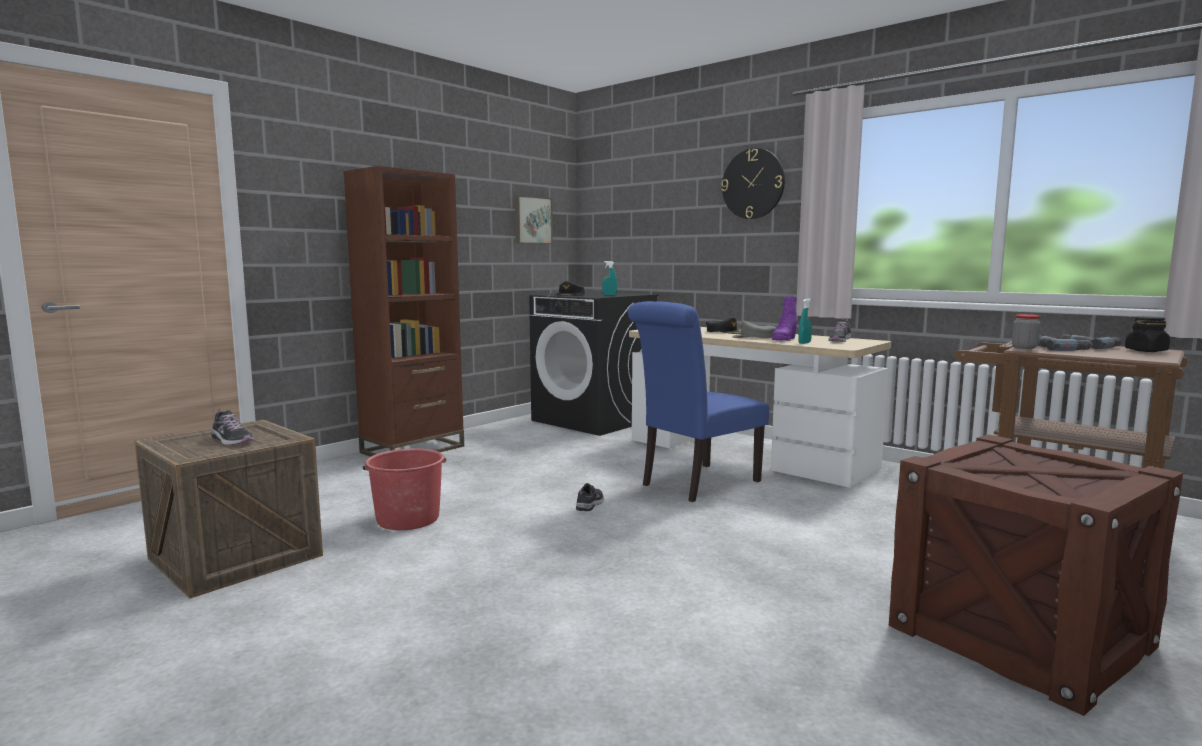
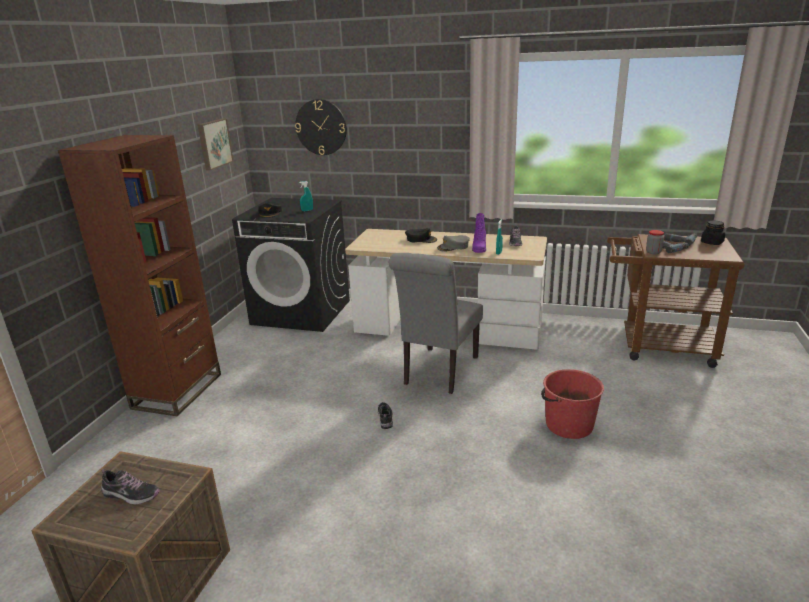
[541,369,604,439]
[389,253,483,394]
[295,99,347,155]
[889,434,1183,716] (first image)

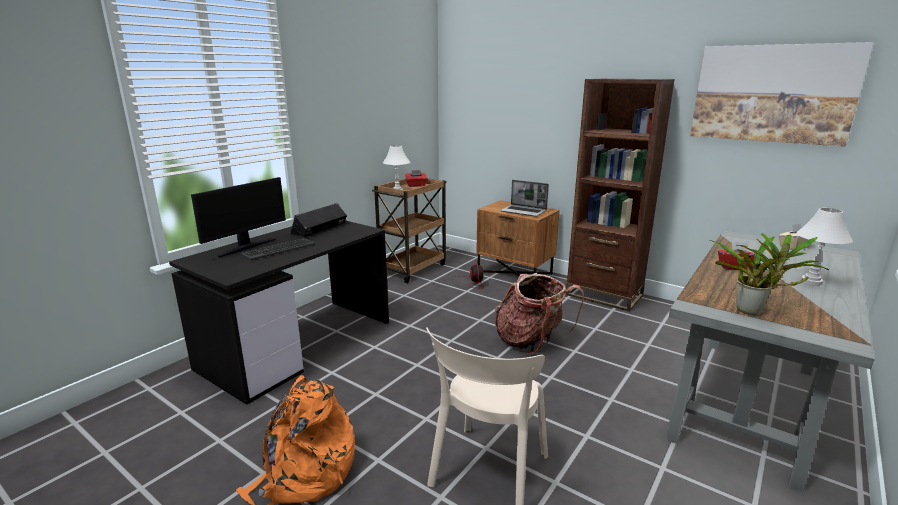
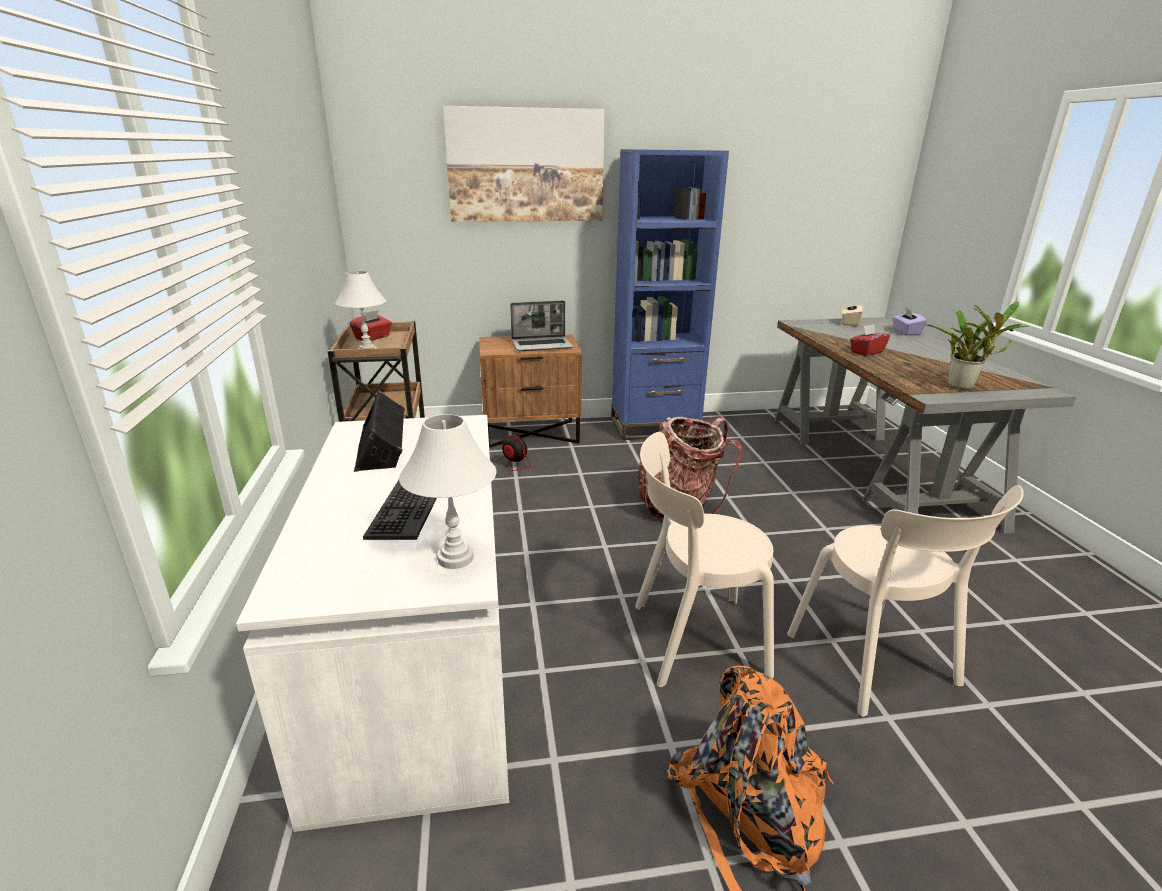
[236,415,509,832]
[191,177,286,257] (first image)
[611,149,729,440]
[443,106,605,222]
[399,414,496,569]
[635,432,774,687]
[892,307,927,336]

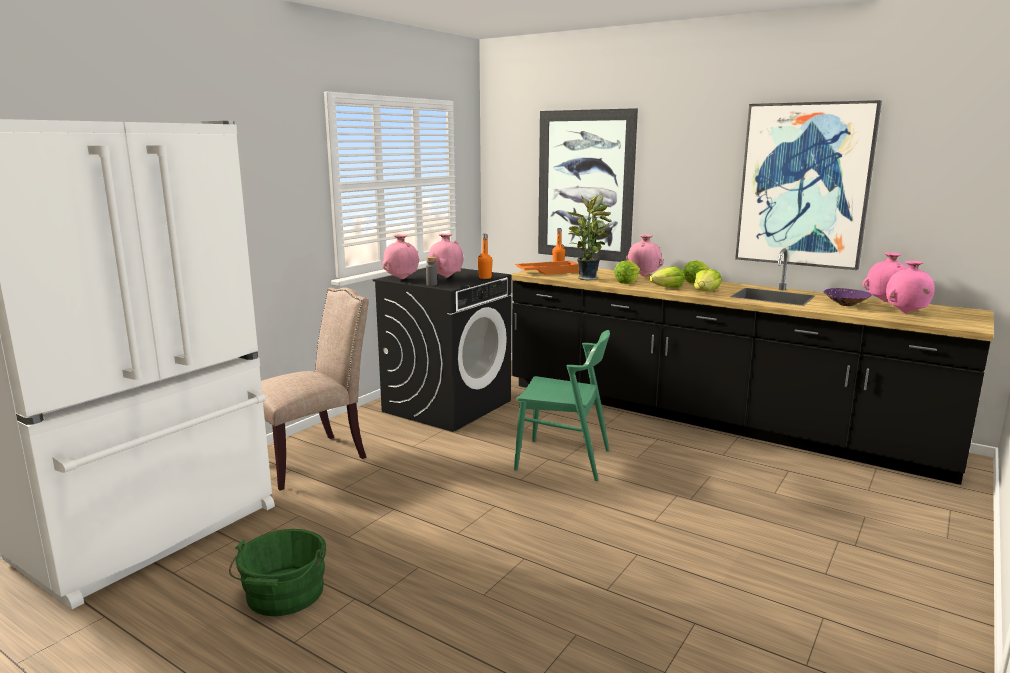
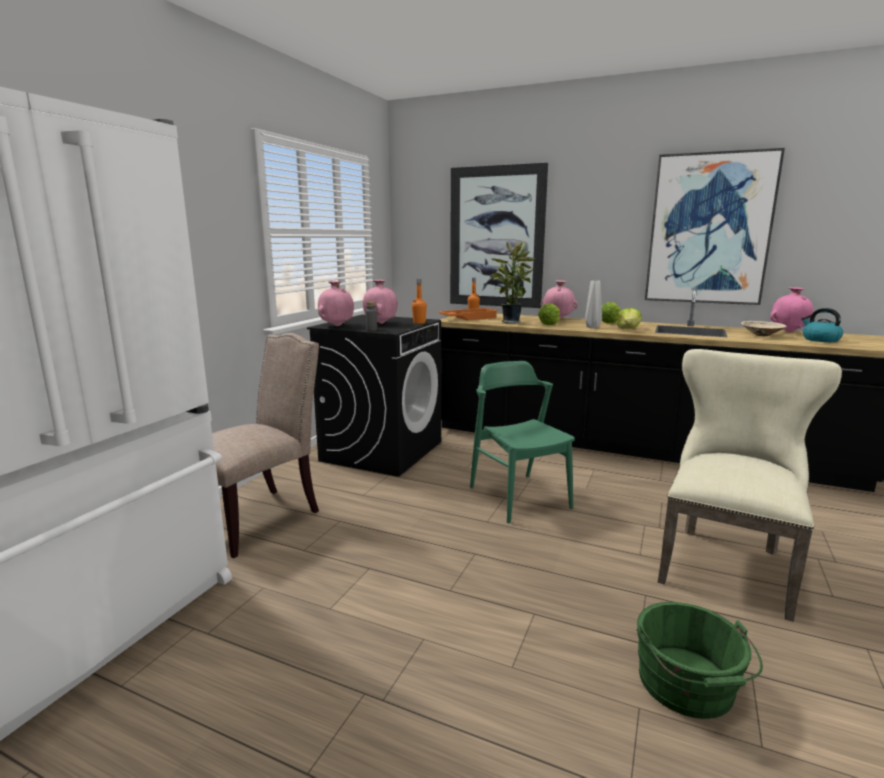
[637,602,763,719]
[470,361,575,523]
[585,280,602,328]
[741,321,787,336]
[802,308,843,342]
[658,349,842,622]

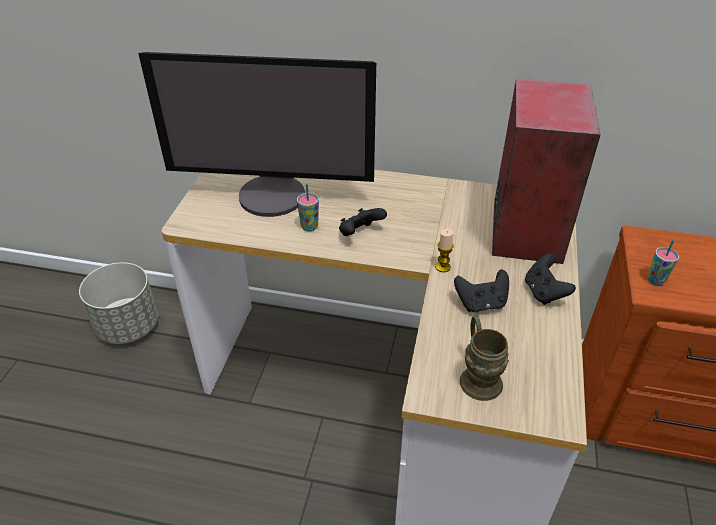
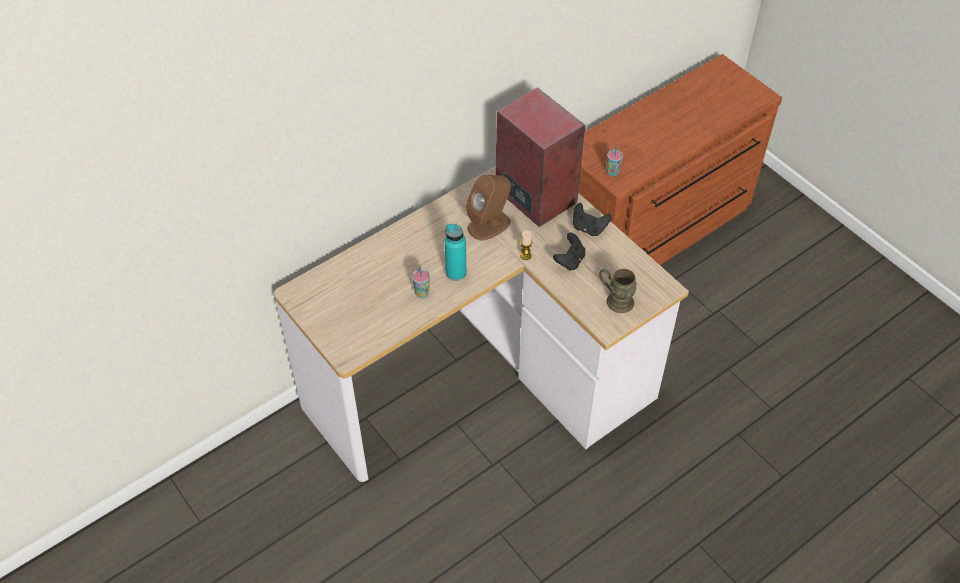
[79,262,158,344] (first image)
[138,52,376,217] (first image)
[445,224,467,281]
[466,175,511,241]

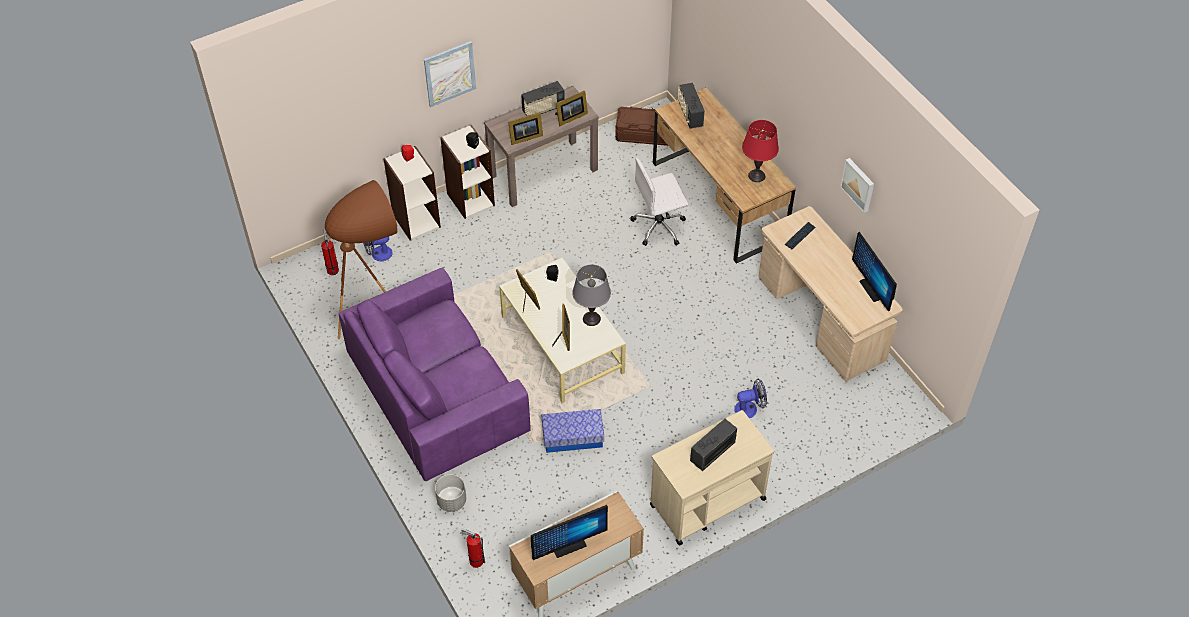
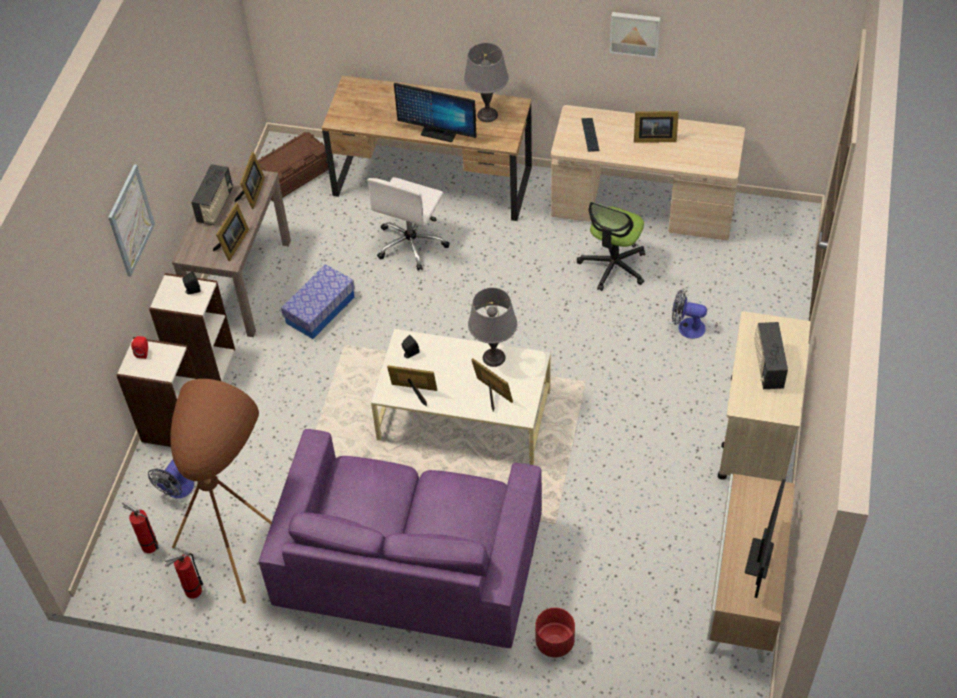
[535,608,575,657]
[165,553,203,599]
[281,264,355,339]
[678,83,705,129] (first image)
[672,290,707,339]
[464,43,509,122]
[394,83,476,142]
[577,202,645,291]
[634,111,679,143]

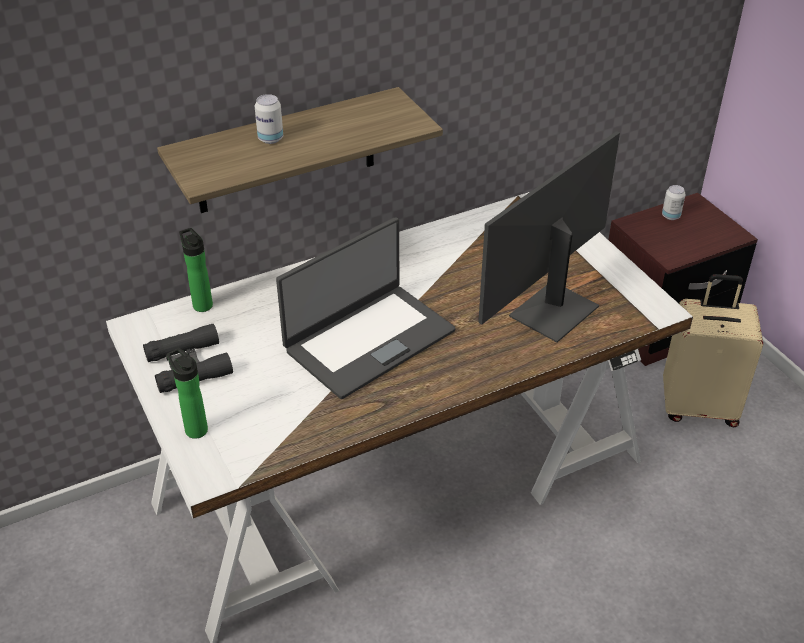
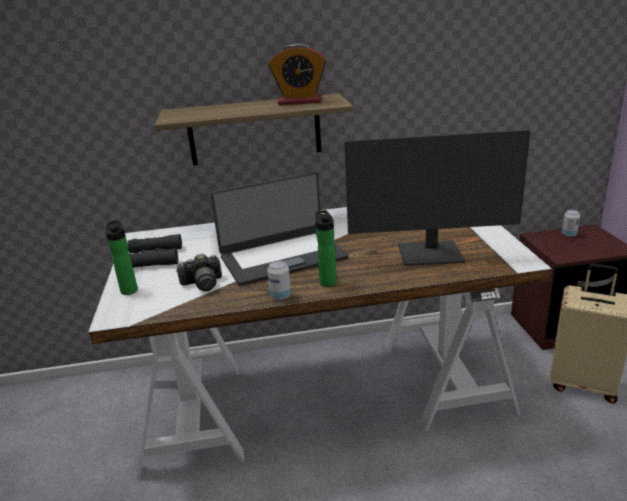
[315,210,337,287]
[267,260,291,300]
[344,129,531,266]
[176,253,222,291]
[269,43,326,105]

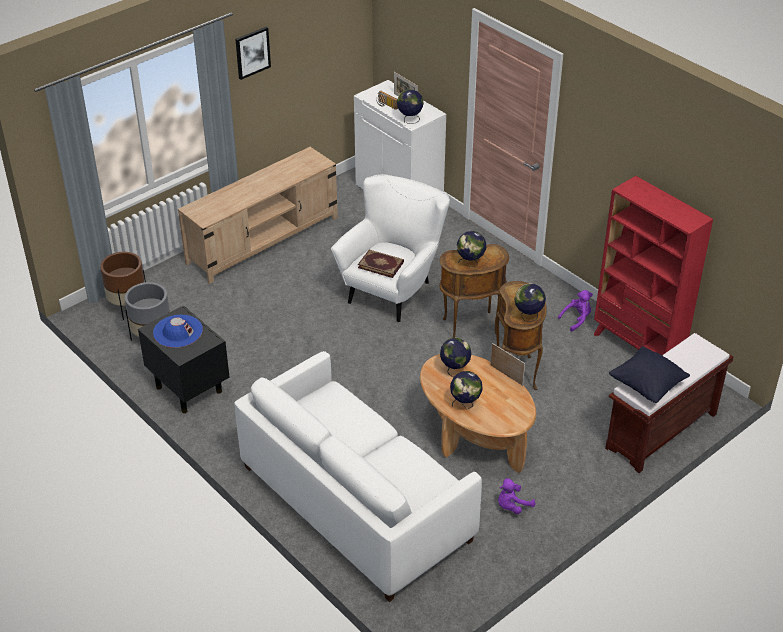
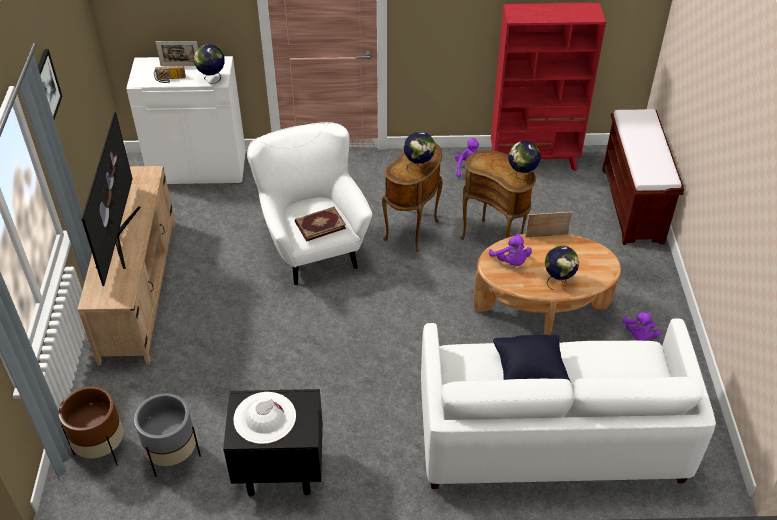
[233,392,296,444]
[489,234,532,266]
[493,335,571,382]
[82,112,141,286]

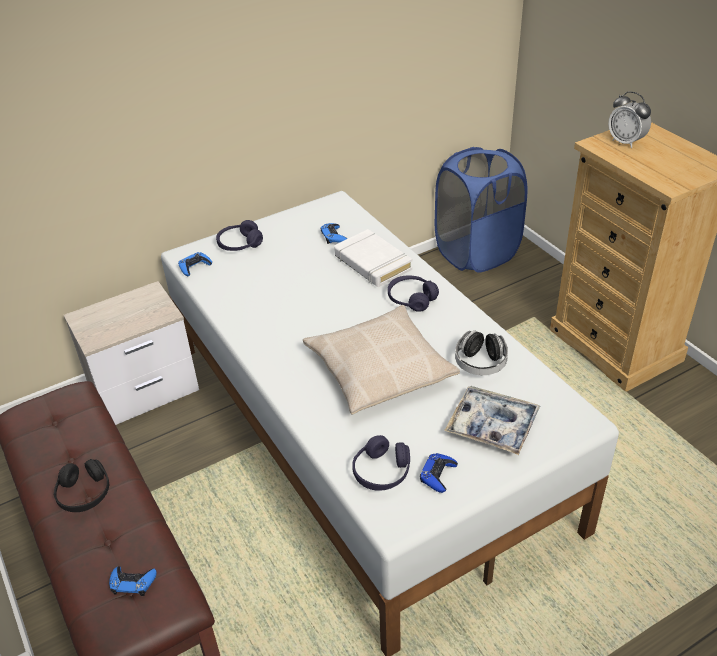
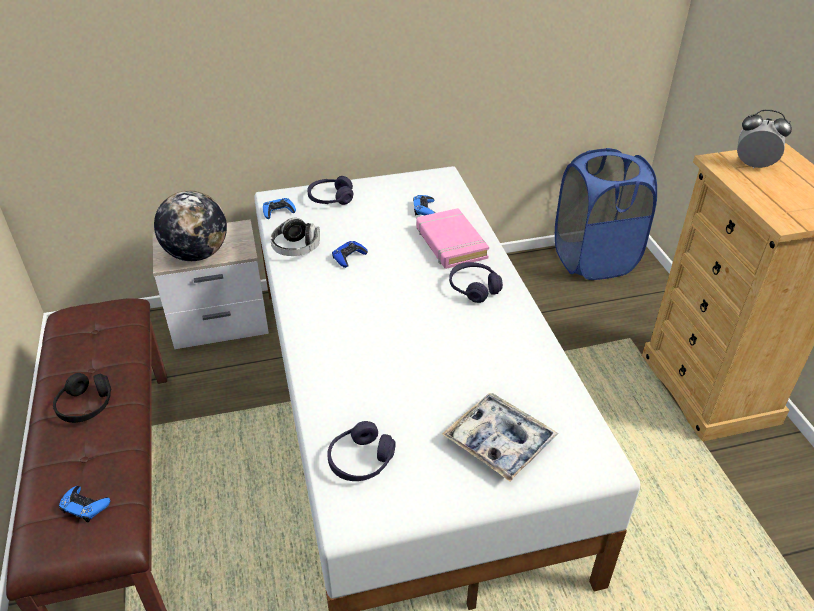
[303,305,460,414] (first image)
[416,208,489,269]
[332,241,368,268]
[270,218,320,256]
[737,110,792,169]
[154,191,227,261]

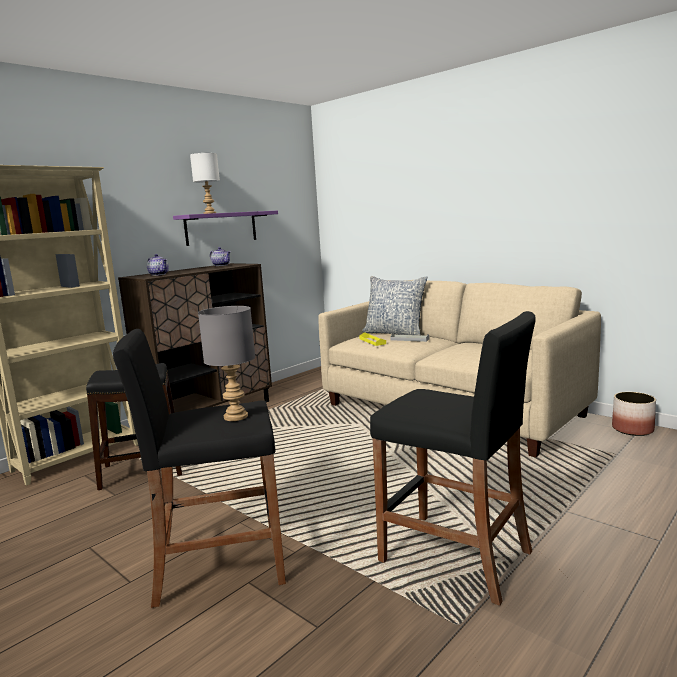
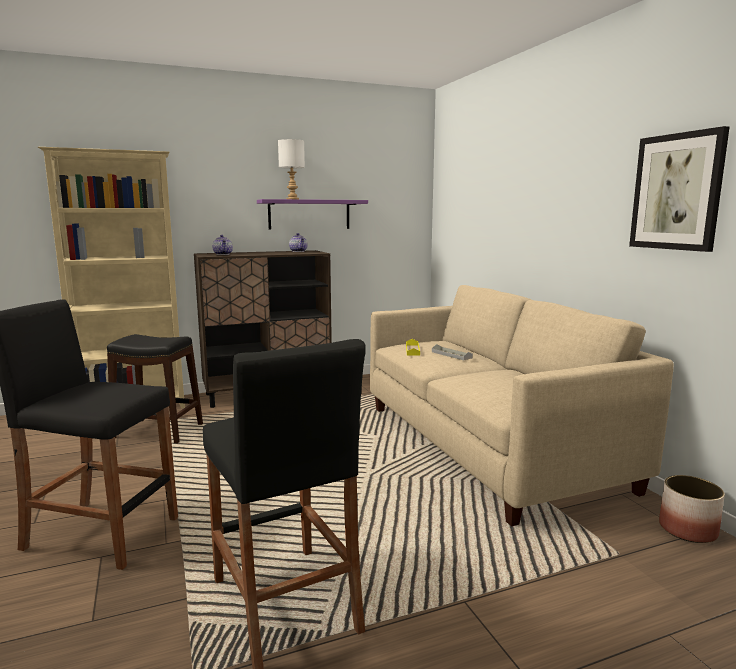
[198,306,255,421] (first image)
[362,276,428,335] (first image)
[629,126,730,252]

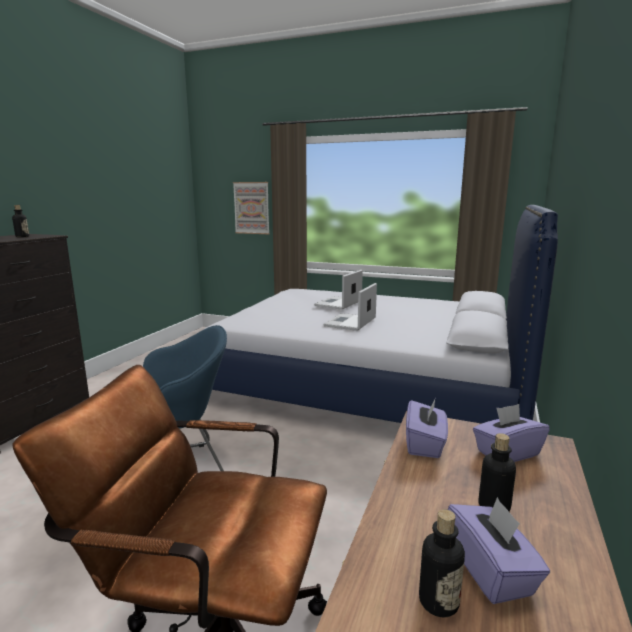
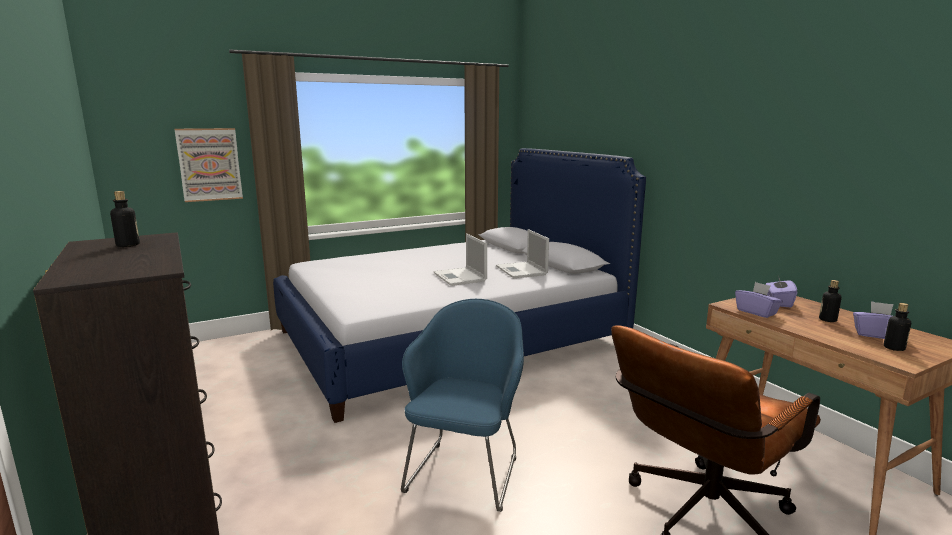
[496,229,549,278]

